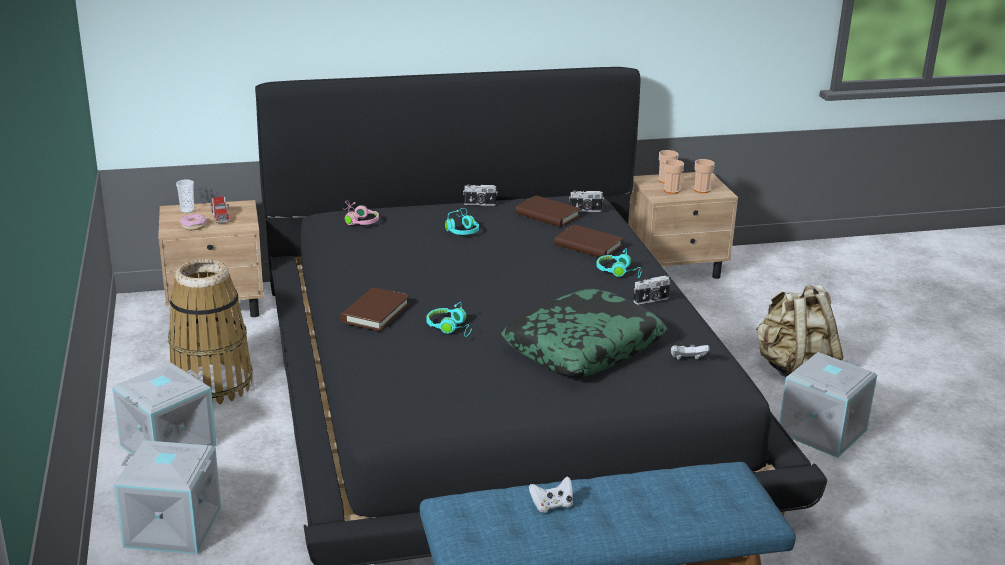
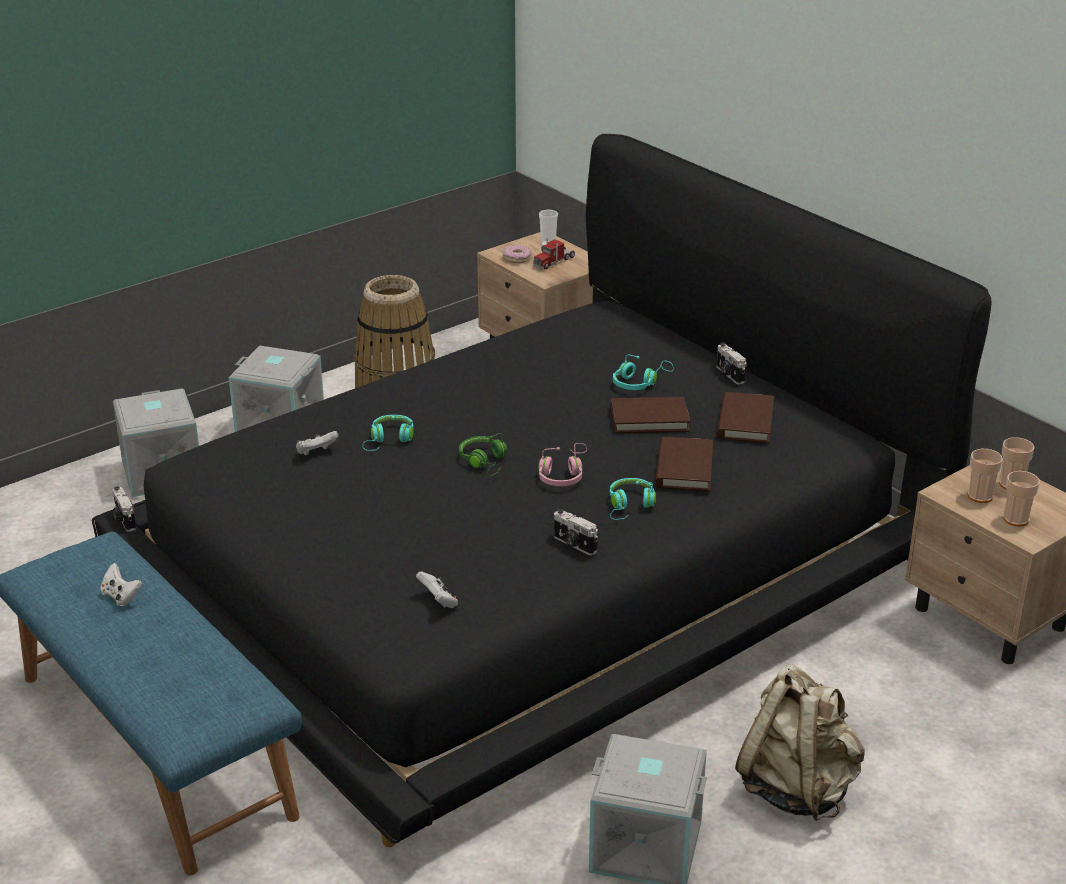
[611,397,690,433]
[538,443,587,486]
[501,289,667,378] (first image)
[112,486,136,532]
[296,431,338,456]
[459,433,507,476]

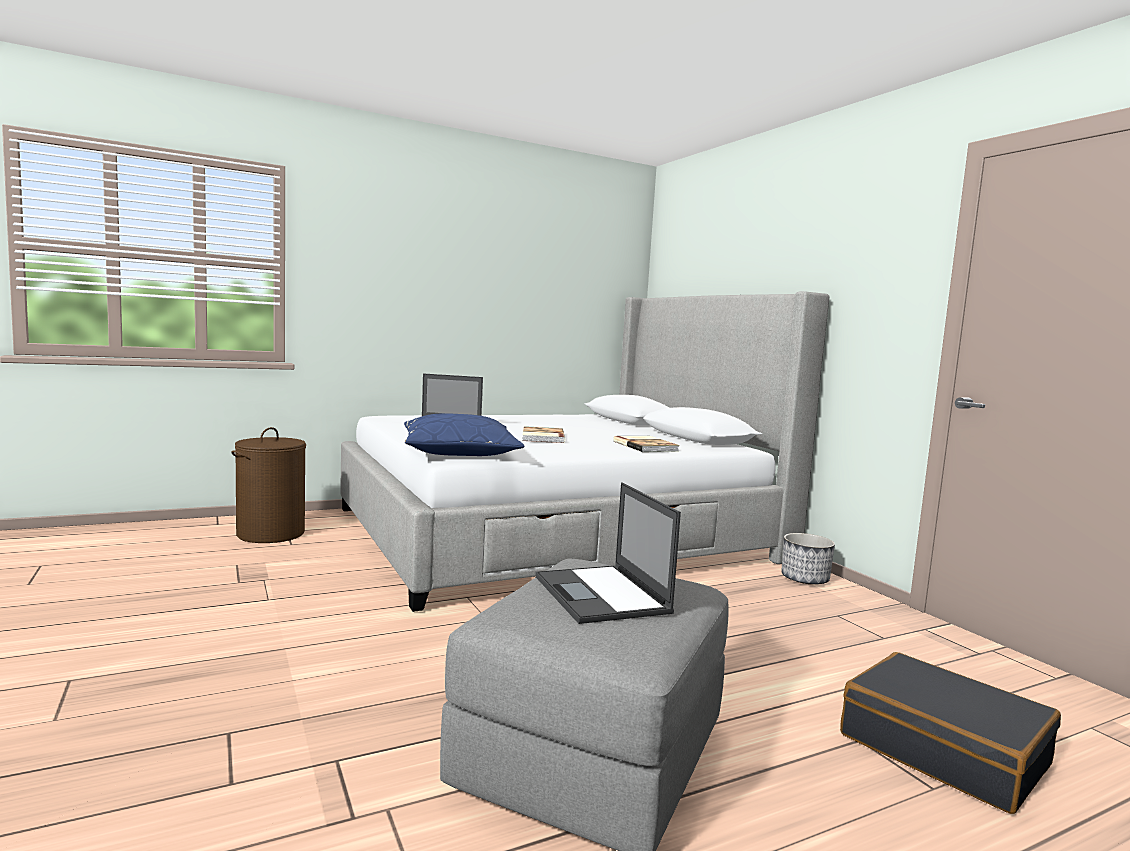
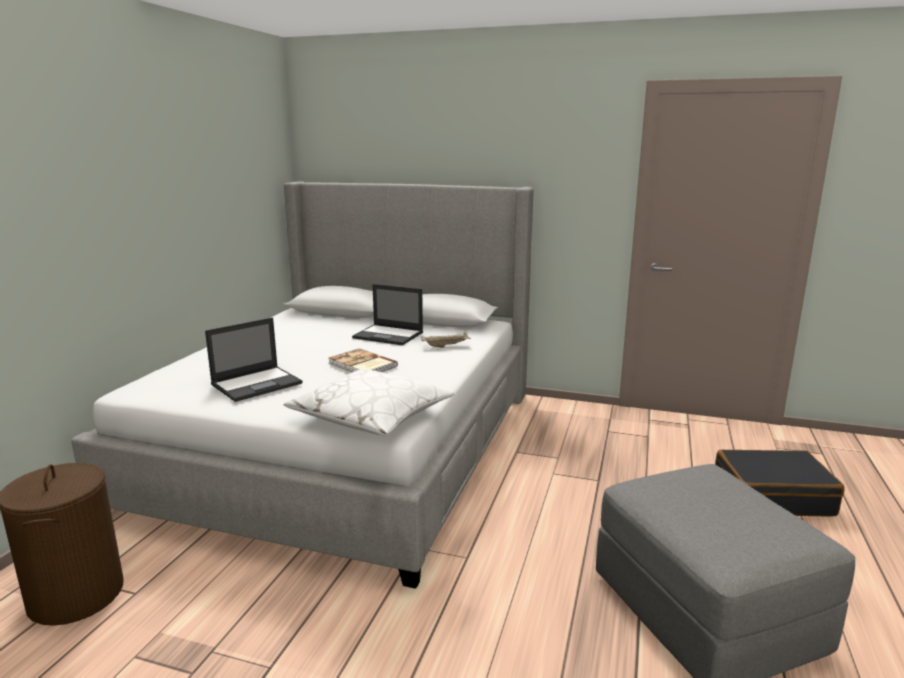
[284,369,455,436]
[352,284,423,345]
[421,333,471,348]
[781,533,835,584] (first image)

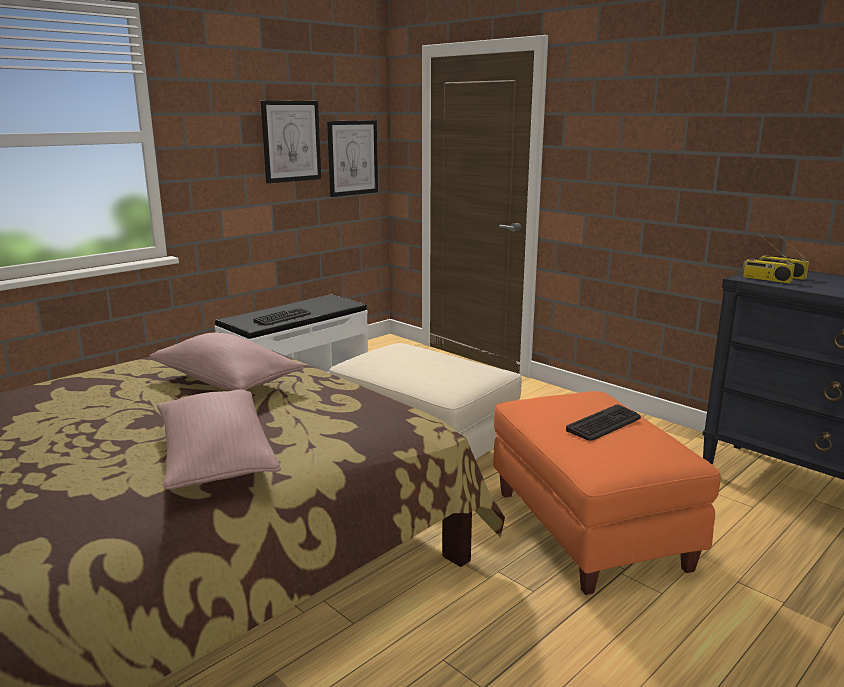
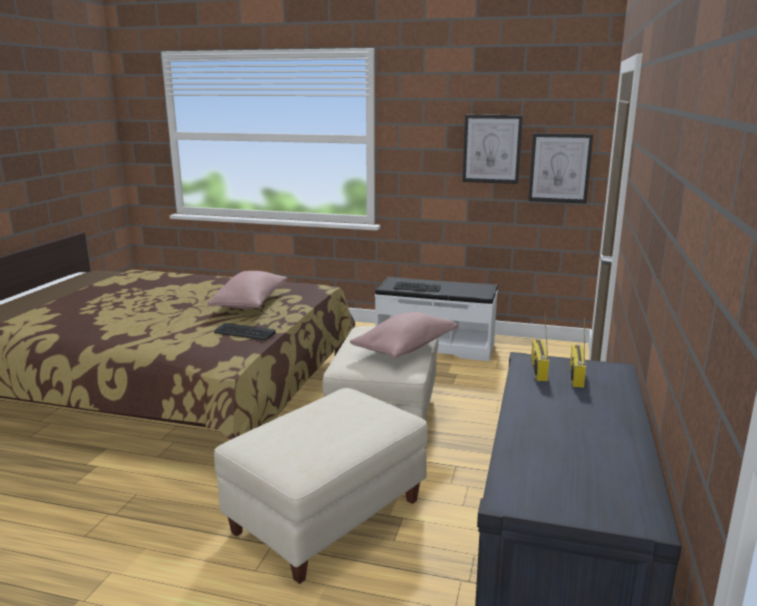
[350,312,458,358]
[214,388,428,584]
[214,323,276,340]

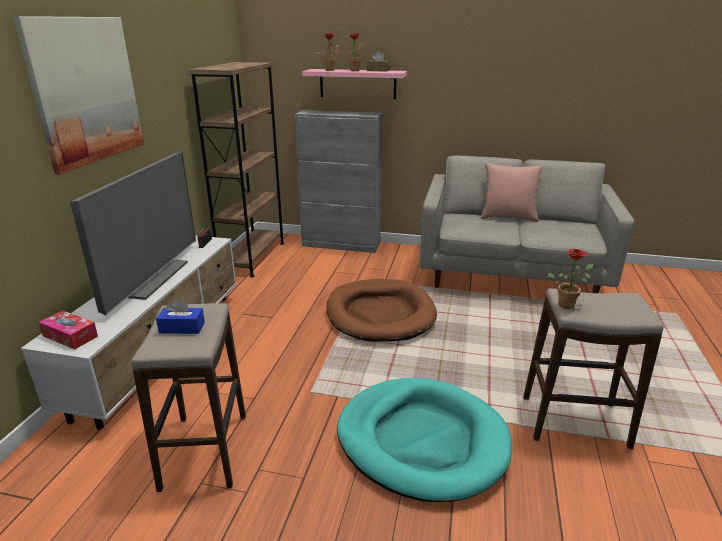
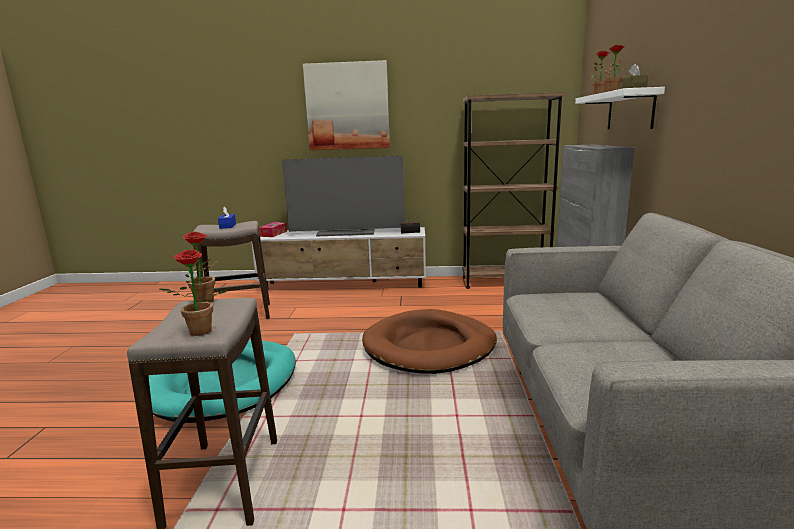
[575,87,665,130]
[480,163,543,222] (first image)
[159,249,228,336]

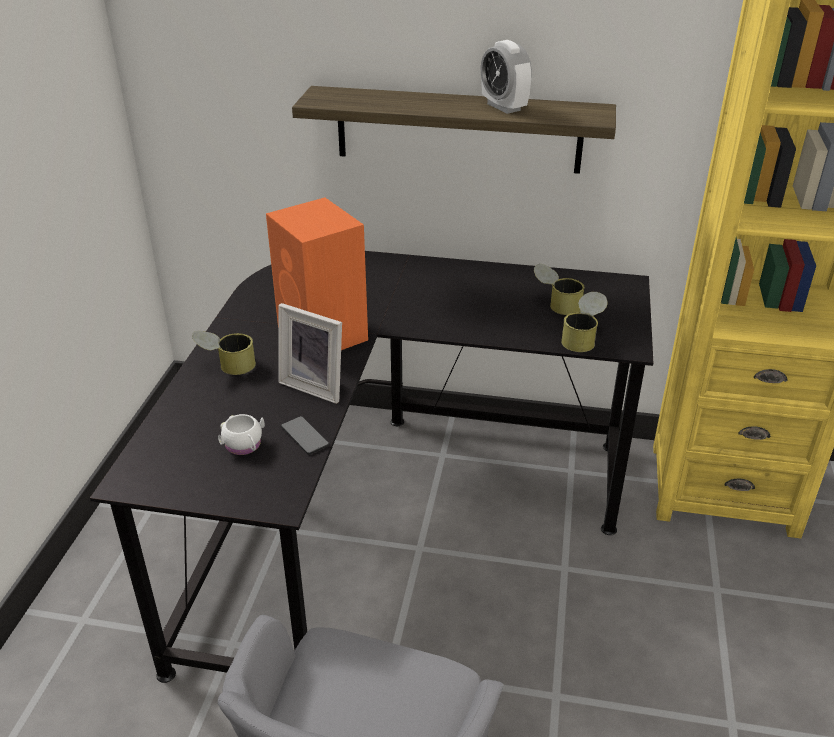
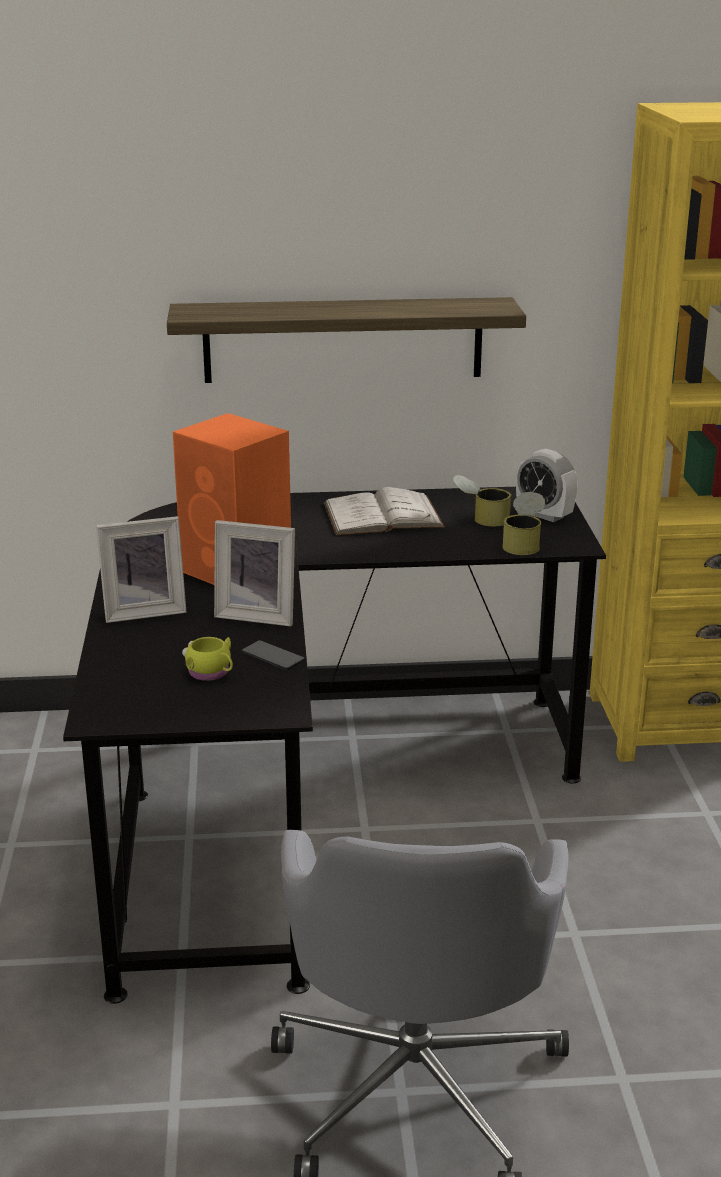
[96,516,187,623]
[182,637,233,681]
[516,449,577,522]
[324,487,445,535]

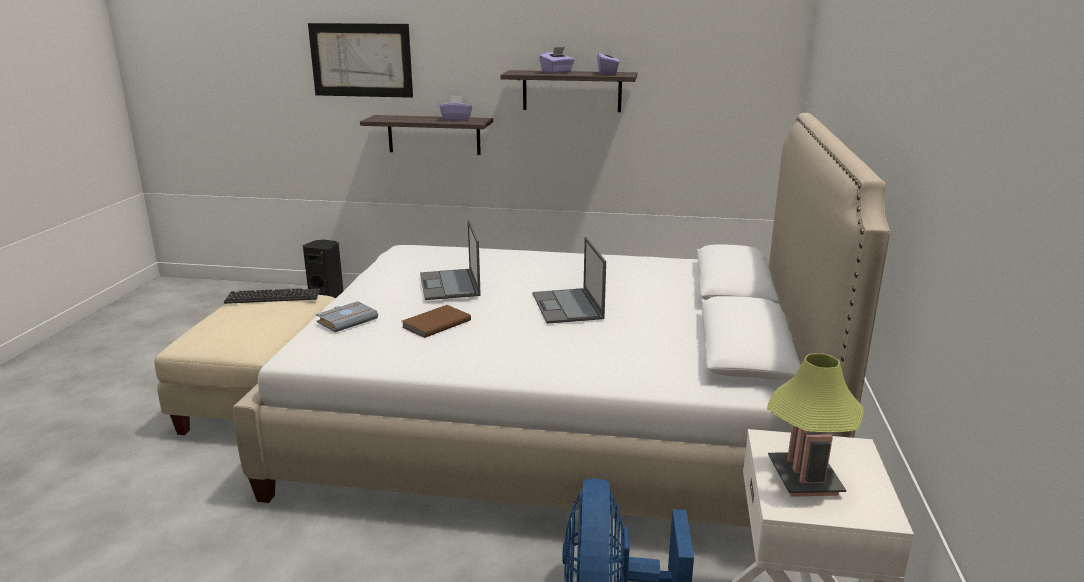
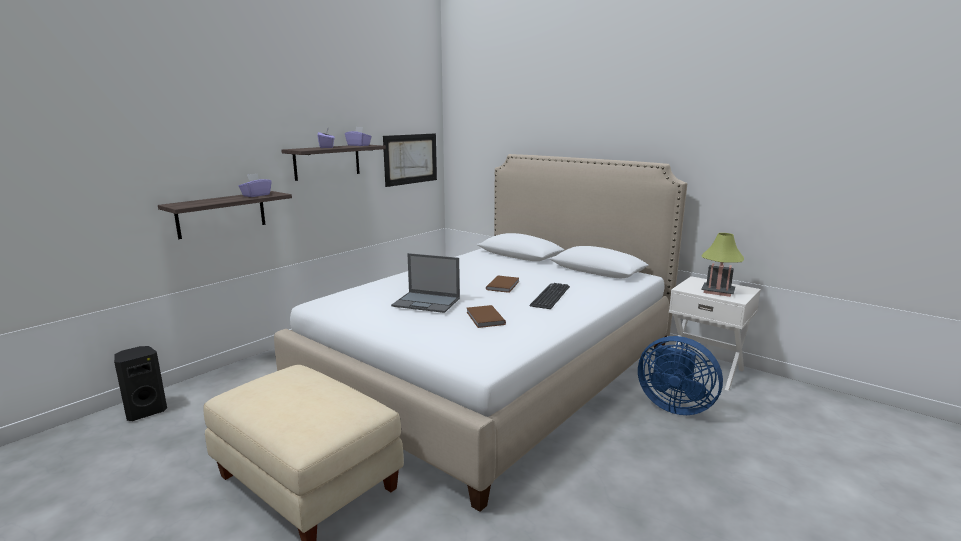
[530,283,570,309]
[383,133,437,187]
[316,301,378,332] (first image)
[486,276,519,293]

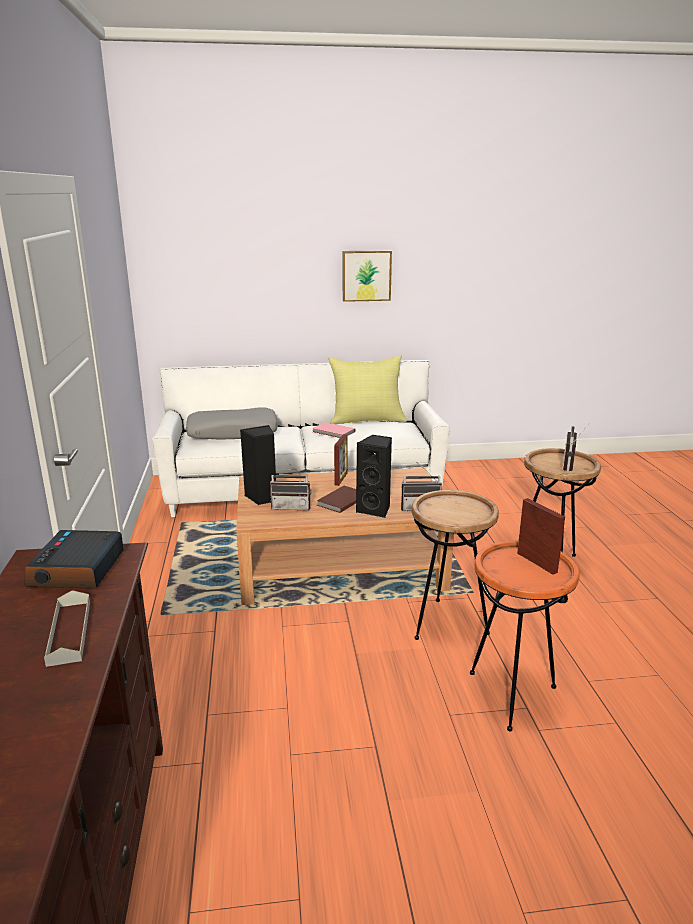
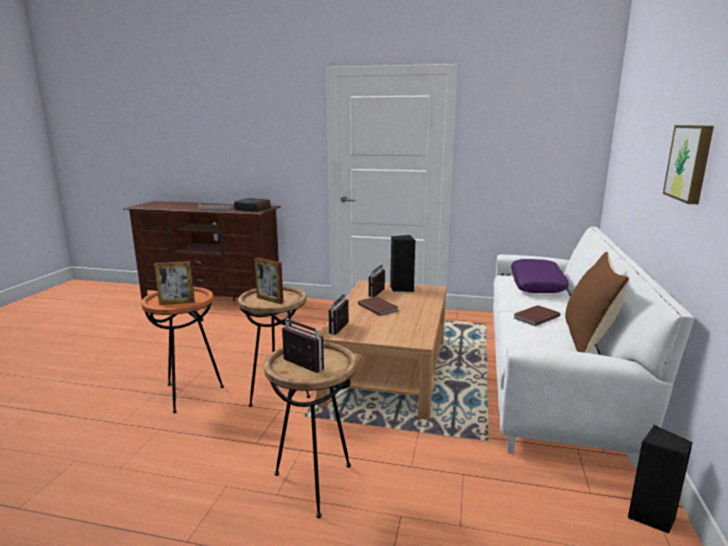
[511,259,569,293]
[514,305,560,326]
[565,252,630,353]
[254,257,284,304]
[628,425,693,534]

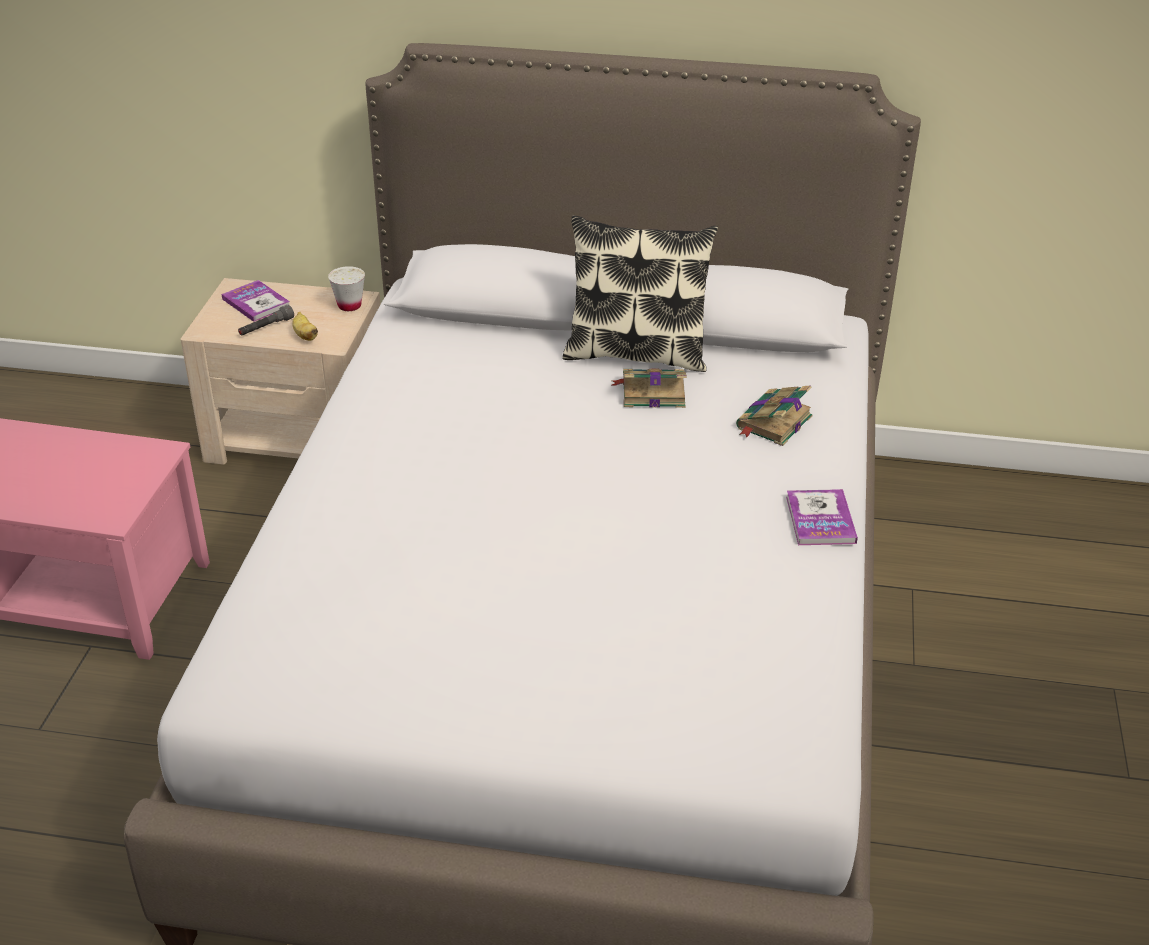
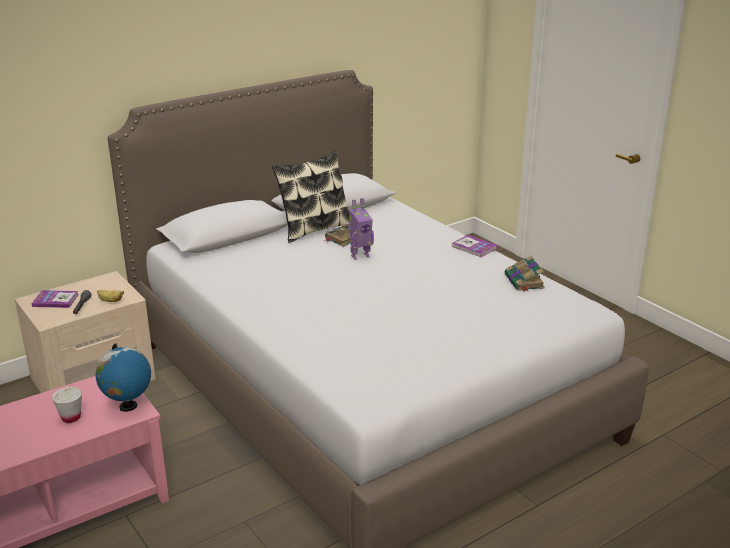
[52,387,82,423]
[505,256,545,292]
[96,343,151,412]
[348,198,374,260]

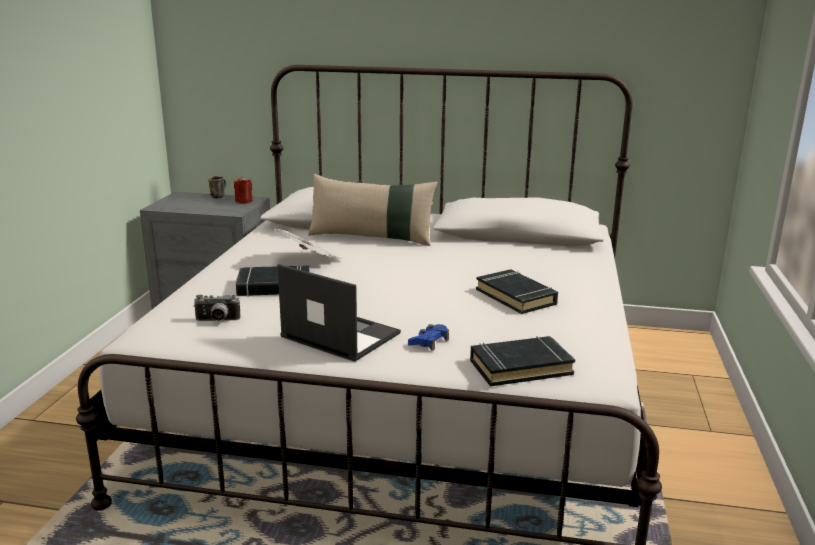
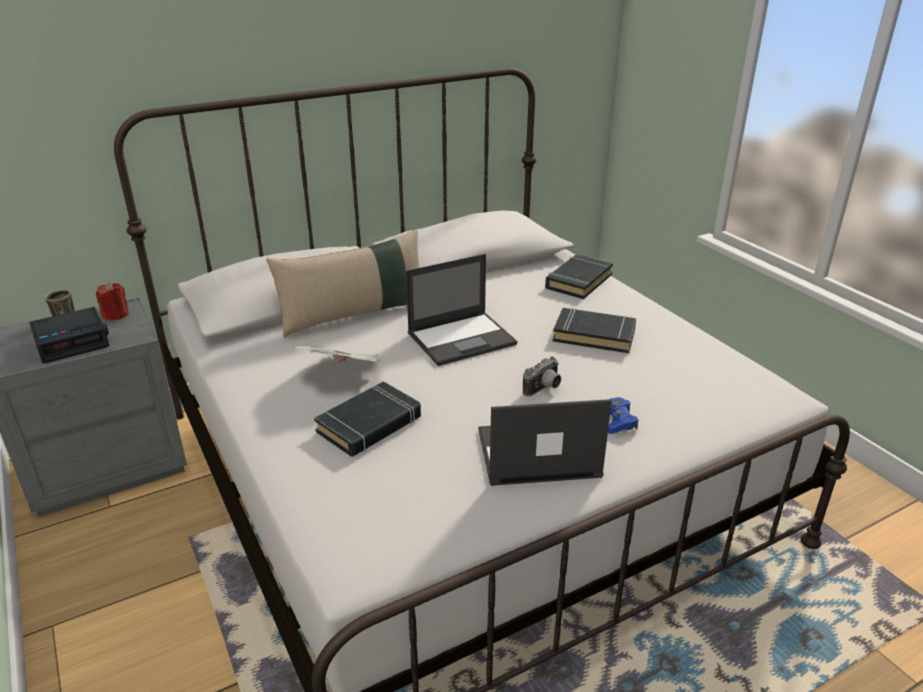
[523,356,561,396]
[545,254,613,299]
[29,307,109,363]
[406,254,517,366]

